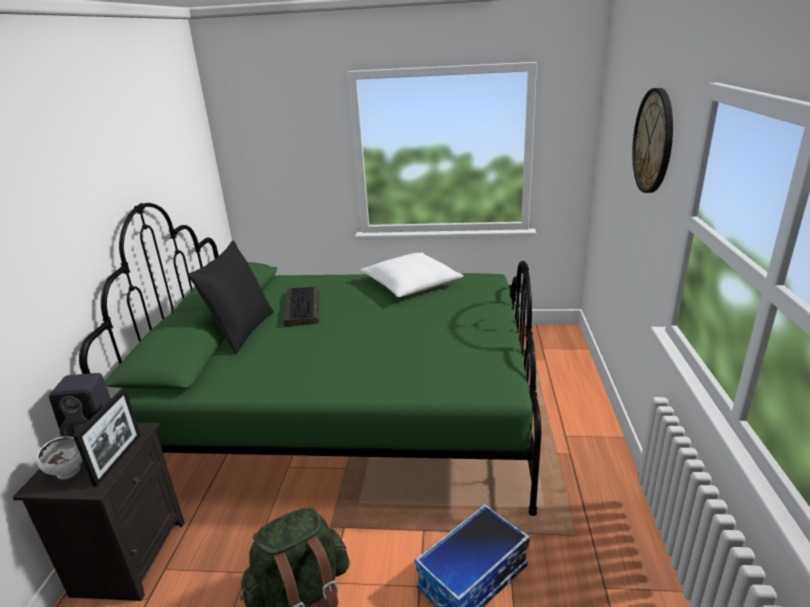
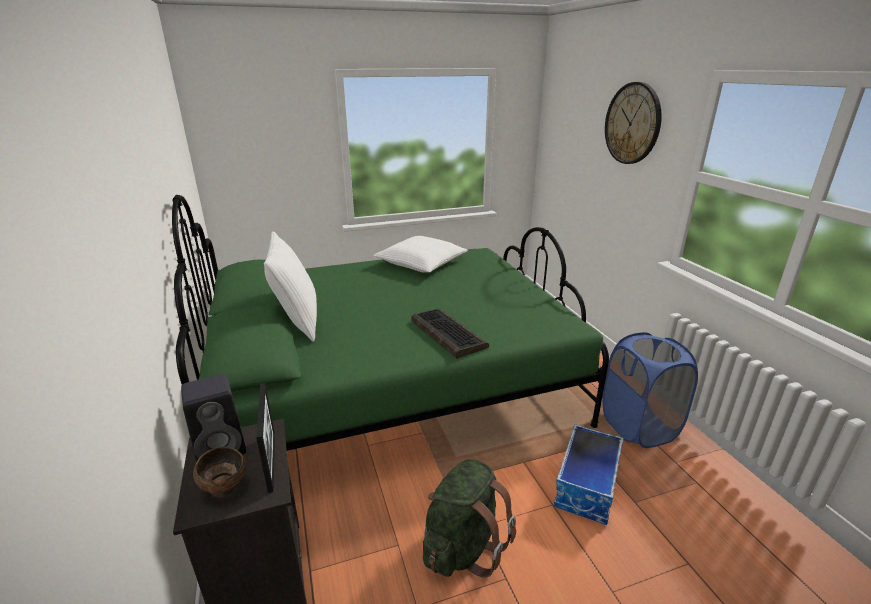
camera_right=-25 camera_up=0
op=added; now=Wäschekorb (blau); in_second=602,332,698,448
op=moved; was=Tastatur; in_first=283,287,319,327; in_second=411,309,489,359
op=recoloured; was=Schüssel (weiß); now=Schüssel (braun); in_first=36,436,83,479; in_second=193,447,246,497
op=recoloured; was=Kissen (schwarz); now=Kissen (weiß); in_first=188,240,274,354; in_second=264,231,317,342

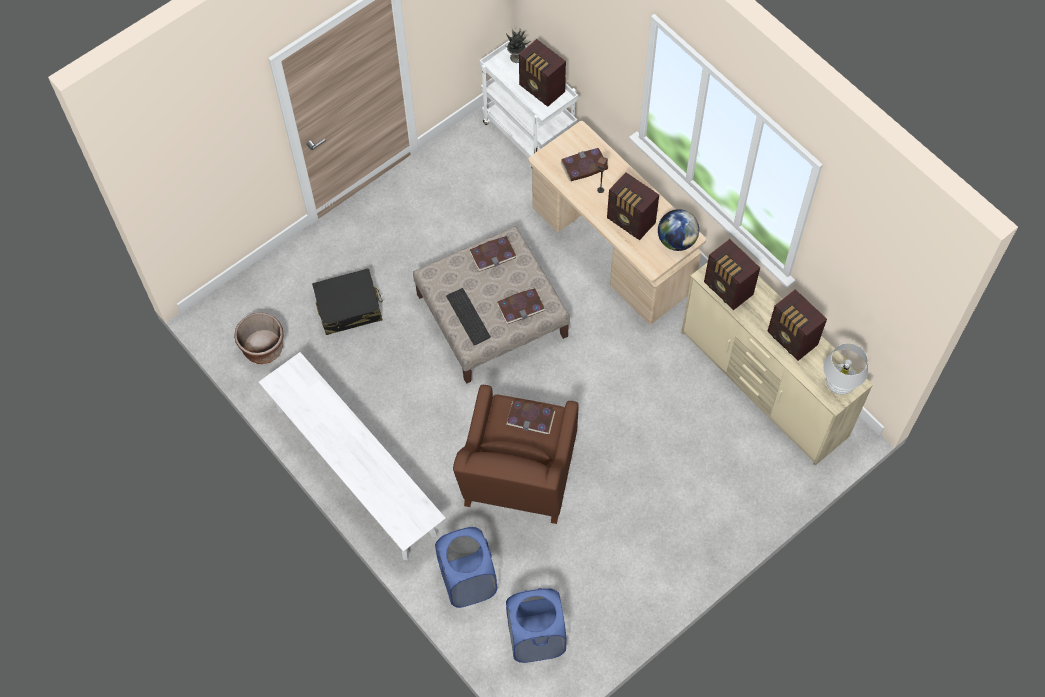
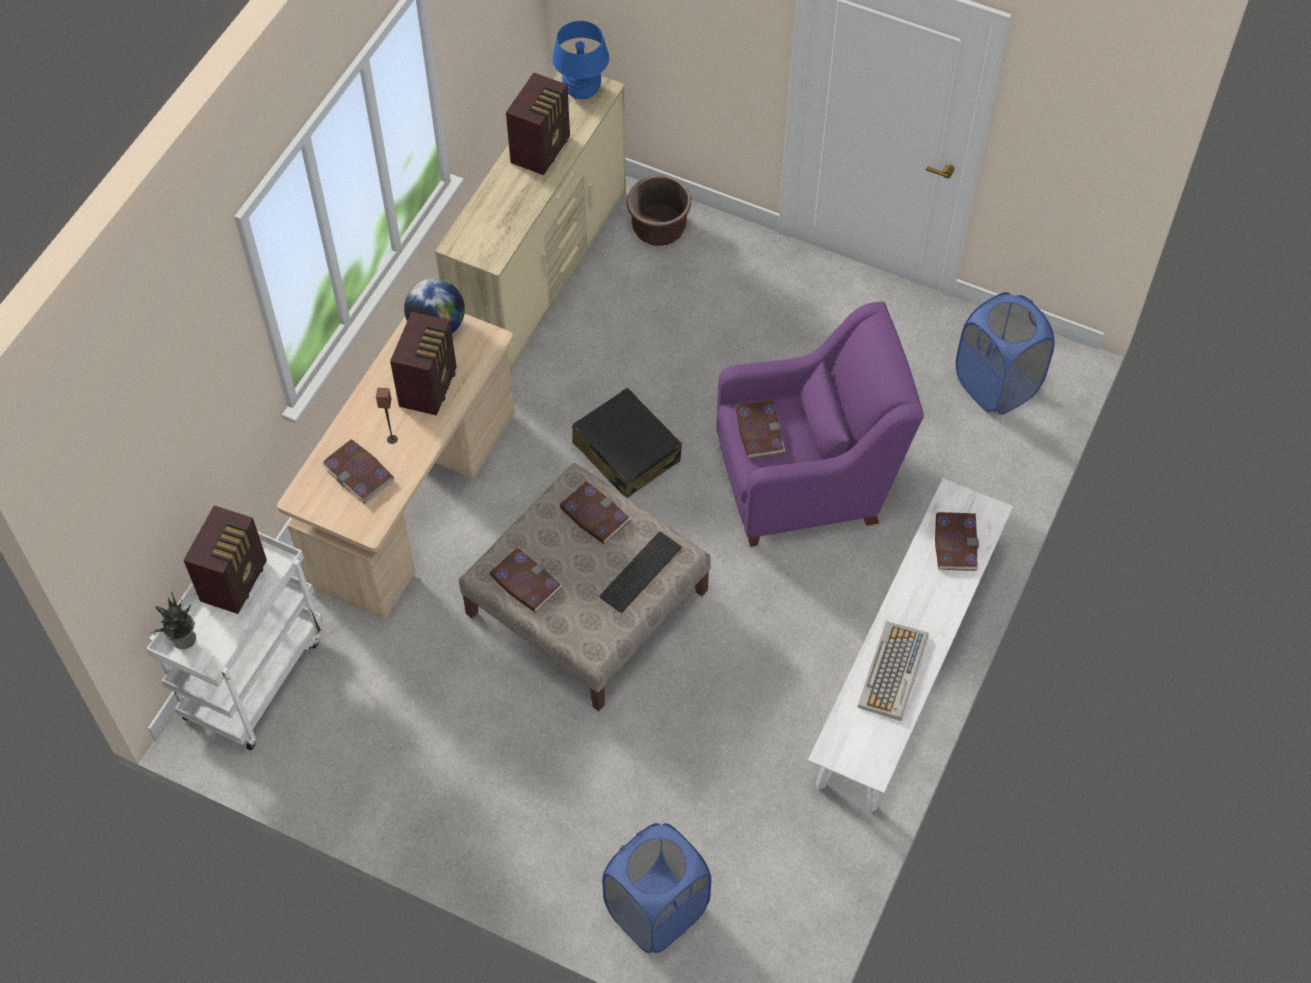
camera_right=-115 camera_up=-5
op=removed; was=Radio; in_first=704,239,760,310
op=added; now=Tastatur; in_second=858,621,929,721
op=added; now=Buch; in_second=935,512,979,571
op=moved; was=Pflanzkübel (braun); in_first=234,313,284,364; in_second=627,175,691,246
op=moved; was=Koffer (schwarz); in_first=312,268,383,335; in_second=572,388,682,498
op=moved; was=Wäschekorb (blau); in_first=435,527,497,608; in_second=602,823,711,953
op=recoloured; was=Sessel (braun); now=Sessel (lila); in_first=453,385,579,524; in_second=716,301,924,547
op=recoloured; was=Tischlampe (weiß); now=Tischlampe (blau); in_first=823,343,868,395; in_second=552,21,609,99

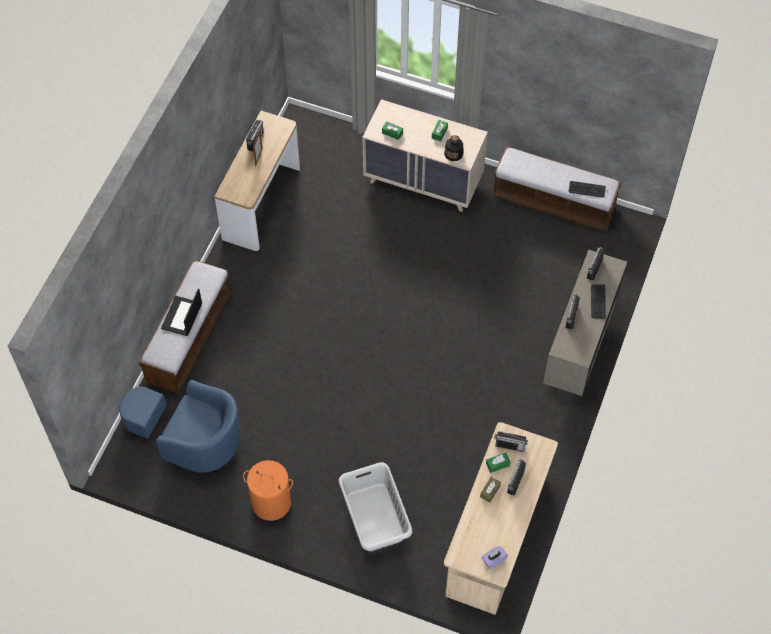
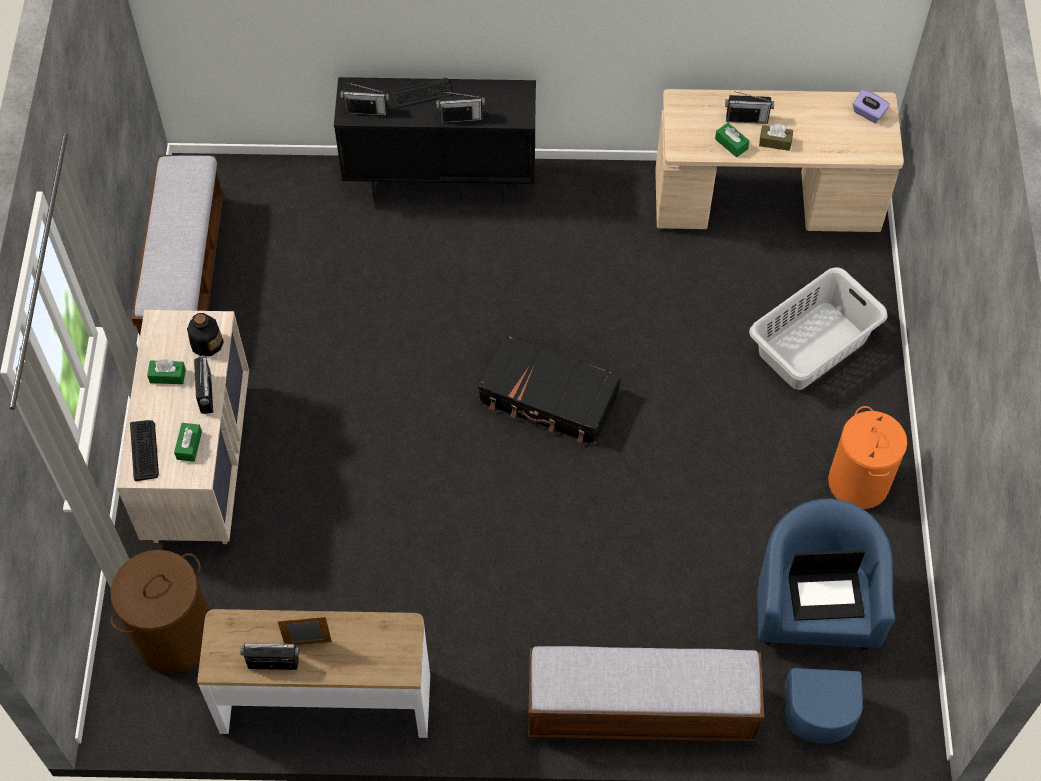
camera_right=-110 camera_up=0
op=added; now=Wäschekorb (braun); in_second=110,550,209,674
op=added; now=Koffer (schwarz); in_second=478,333,621,445
op=moved; was=Laptop; in_first=161,289,202,336; in_second=788,550,865,621
op=moved; was=Radio; in_first=494,431,528,452; in_second=194,356,213,414
op=moved; was=Tastatur; in_first=569,181,606,197; in_second=130,420,159,481
op=recoloured; was=Schrank (beige); now=Schrank (schwarz); in_first=543,250,627,396; in_second=334,77,536,205

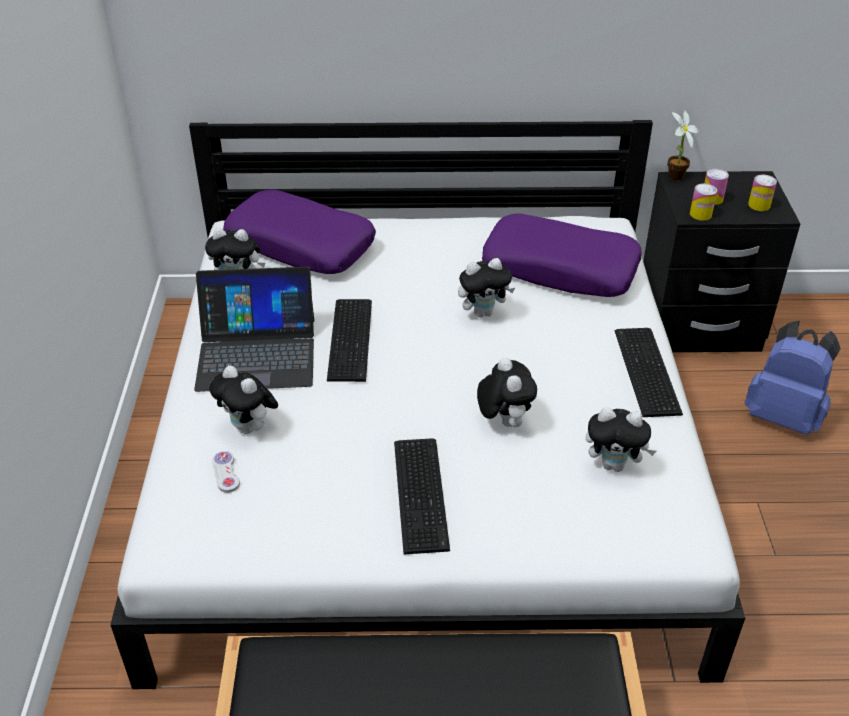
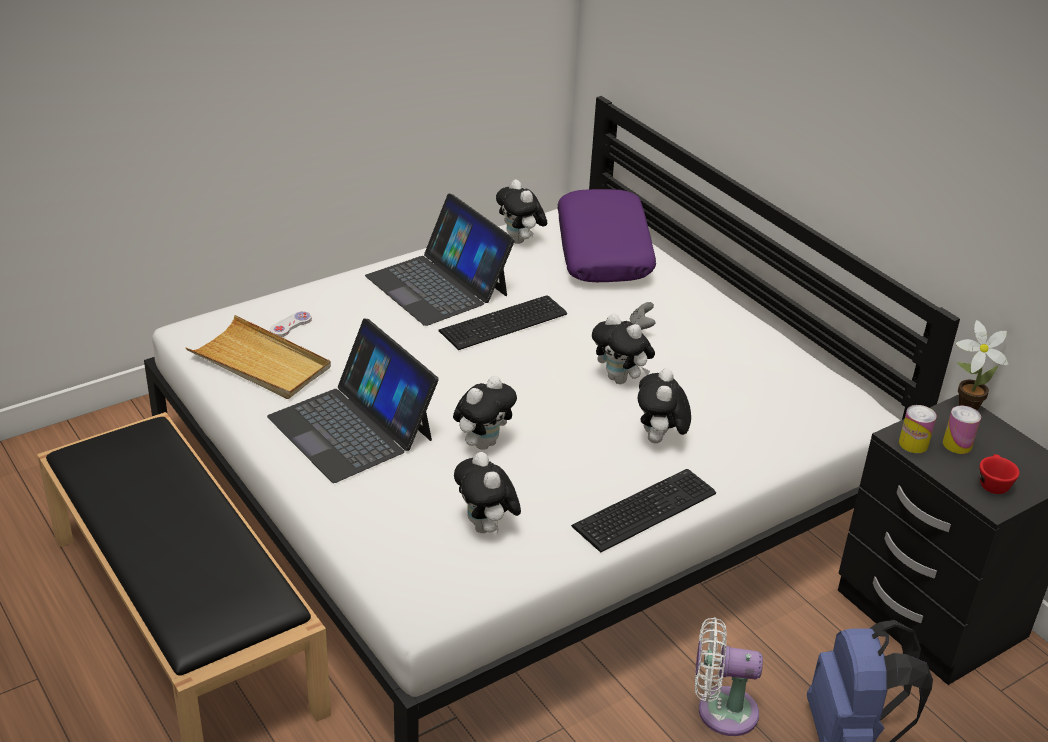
camera_right=55 camera_up=-5
op=removed; was=Kissen (lila); in_first=482,213,642,297
op=added; now=Tablett (beige); in_second=186,315,331,399
op=added; now=Gamepad (grau); in_second=630,302,656,330
op=added; now=Ventilator (weiß); in_second=695,617,763,736
op=moved; was=Plüschtier; in_first=209,366,278,434; in_second=638,368,691,443
op=replaced; was=Tastatur; now=Laptop; in_first=394,438,450,554; in_second=267,318,439,483
op=replaced; was=Dose; now=Tasse (rot); in_first=748,175,777,211; in_second=980,454,1020,494

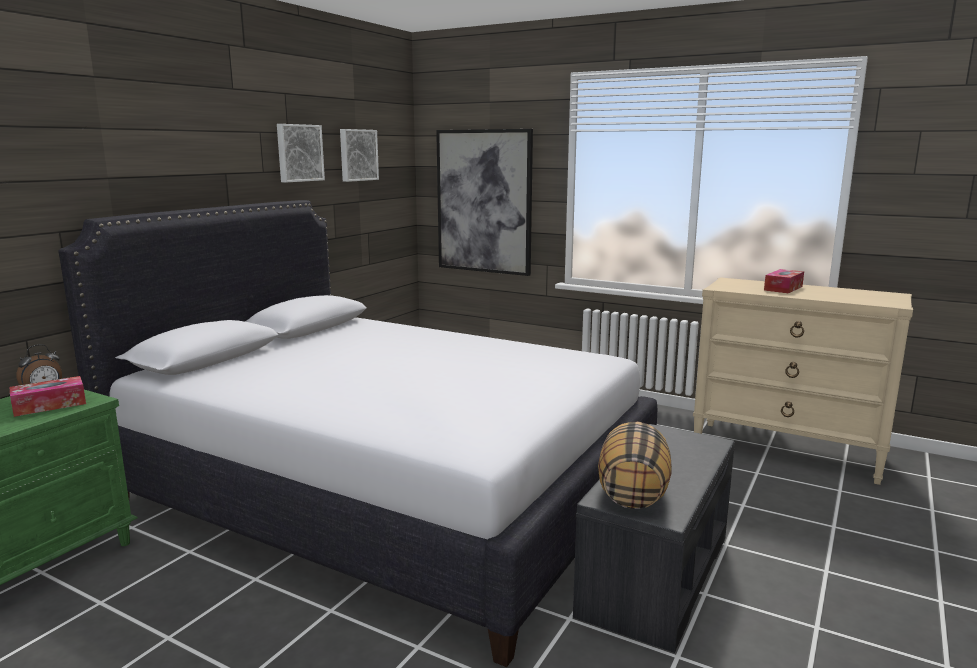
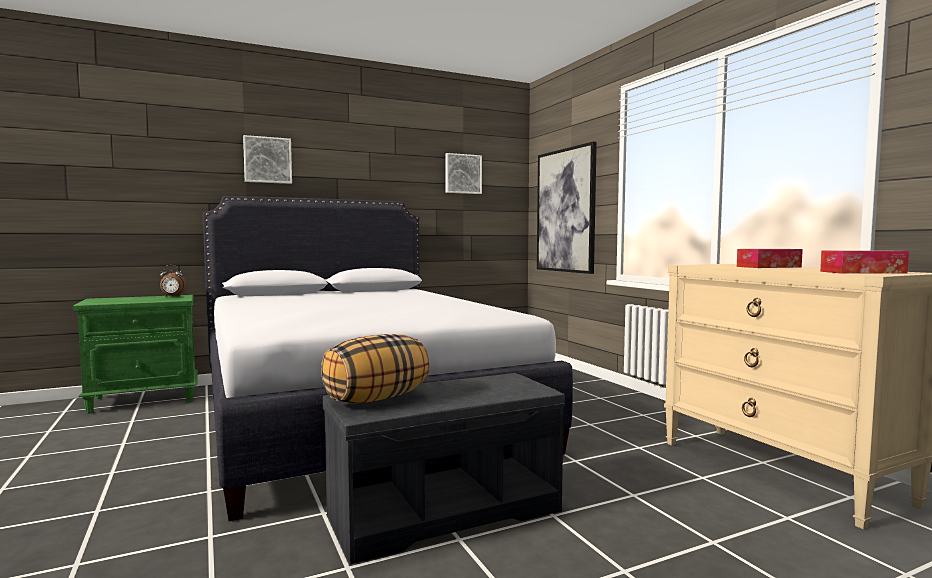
camera_right=35 camera_up=-10
op=moved; was=Taschentuchbox; in_first=9,376,86,417; in_second=820,250,909,274
op=moved; was=Bild; in_first=277,124,325,182; in_second=243,135,292,184

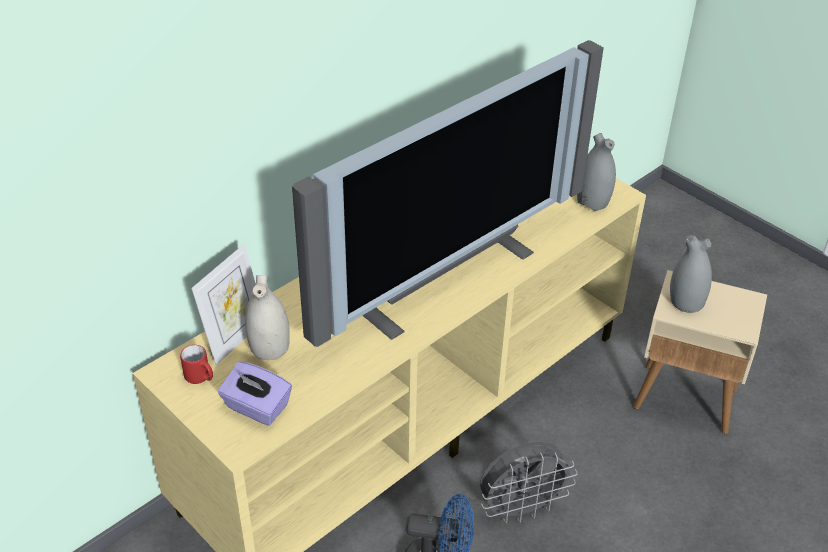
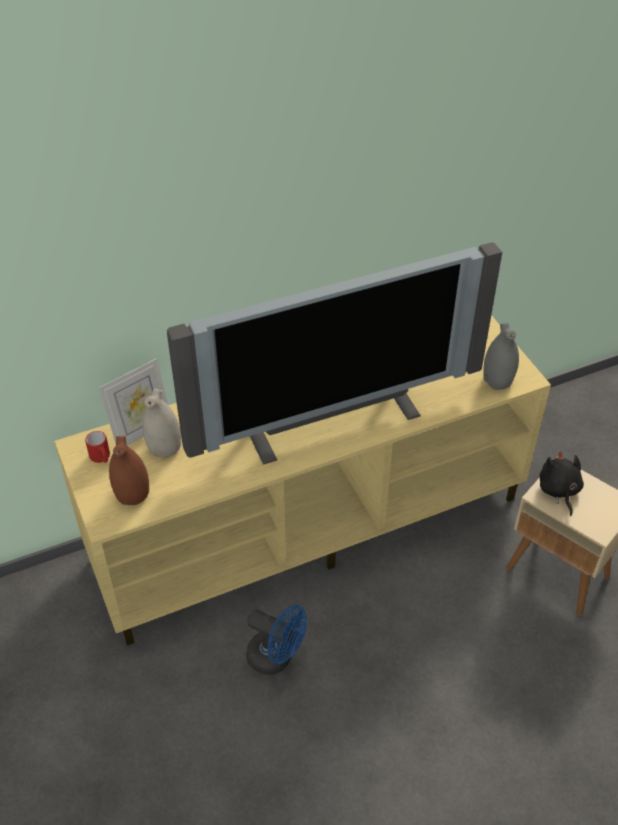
camera_right=20 camera_up=5
op=removed; was=Ventilator (grau); in_first=480,442,578,523
op=replaced; was=Taschentuchbox (lila); now=Vase (braun); in_first=218,361,292,426; in_second=109,436,149,505
op=replaced; was=Vase (grau); now=Plüschtier (schwarz); in_first=670,235,712,313; in_second=540,451,584,516

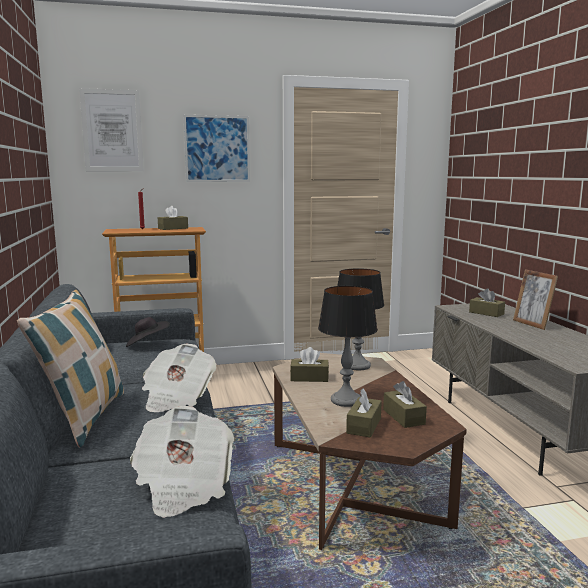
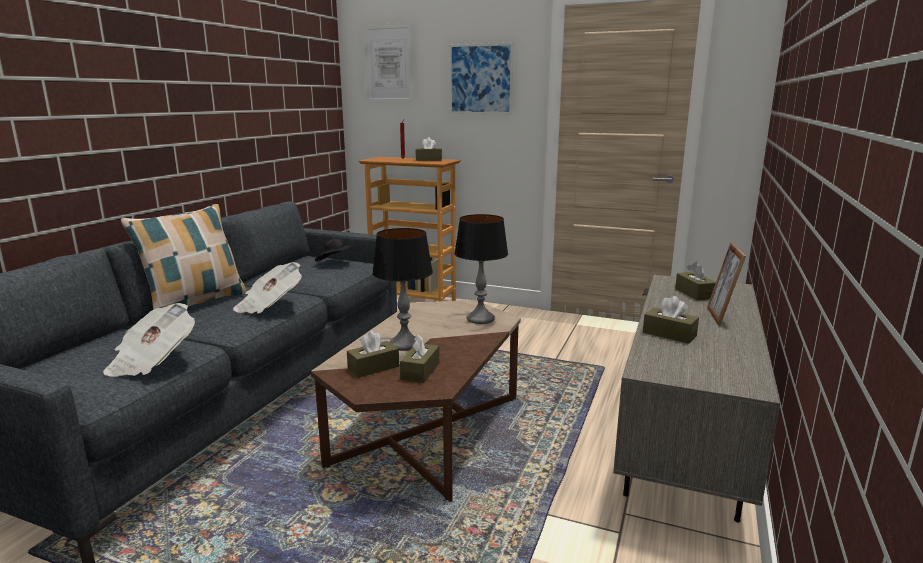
camera_right=35 camera_up=5
op=moved; was=Taschentuchbox (braun); in_first=290,347,329,382; in_second=643,296,699,344

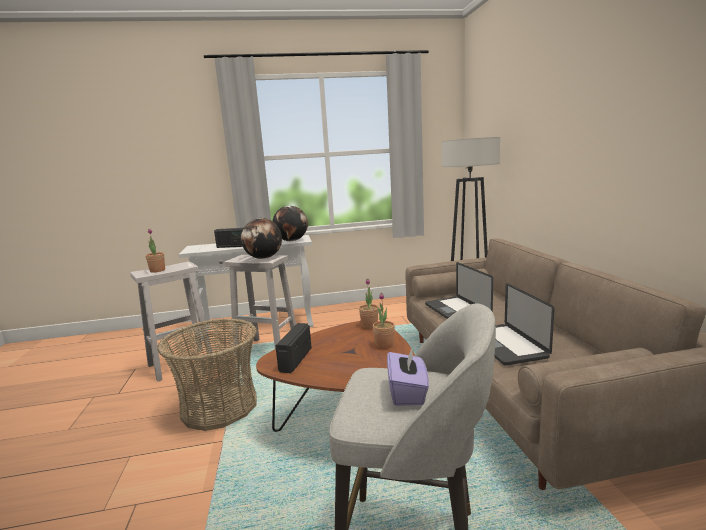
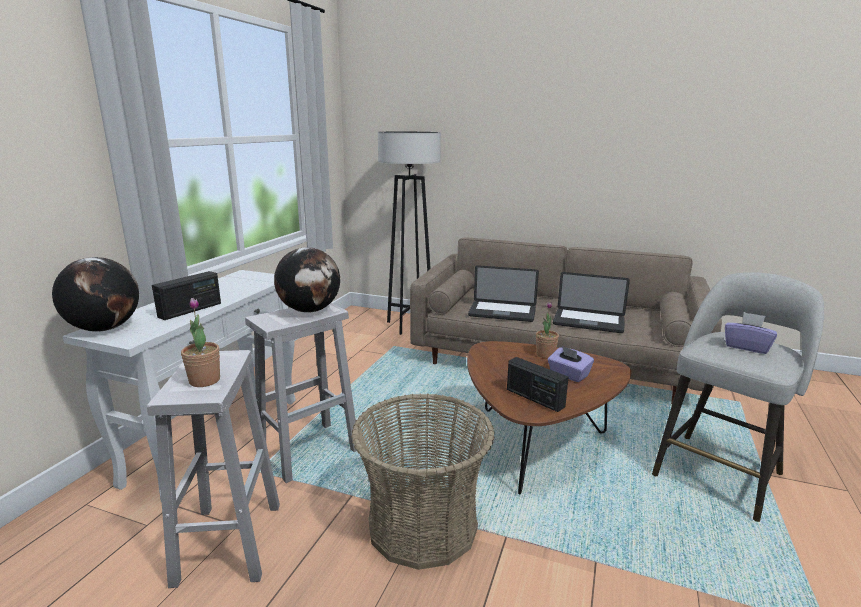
camera_right=-60 camera_up=5
op=removed; was=Topfpflanze; in_first=359,279,378,329
op=added; now=Taschentuchbox (lila); in_second=548,346,594,382
op=moved; was=Globus; in_first=273,206,308,241; in_second=52,257,139,332

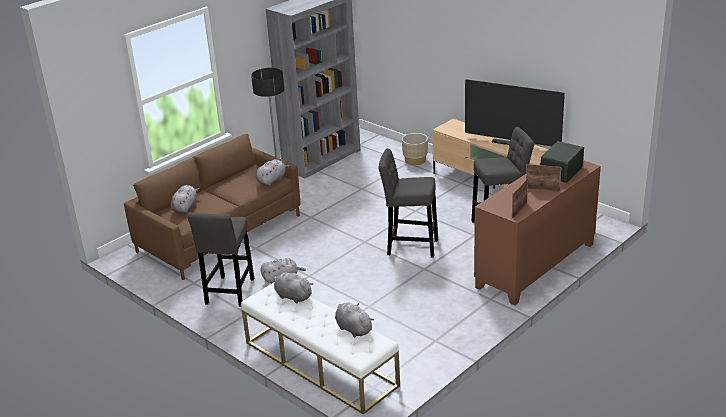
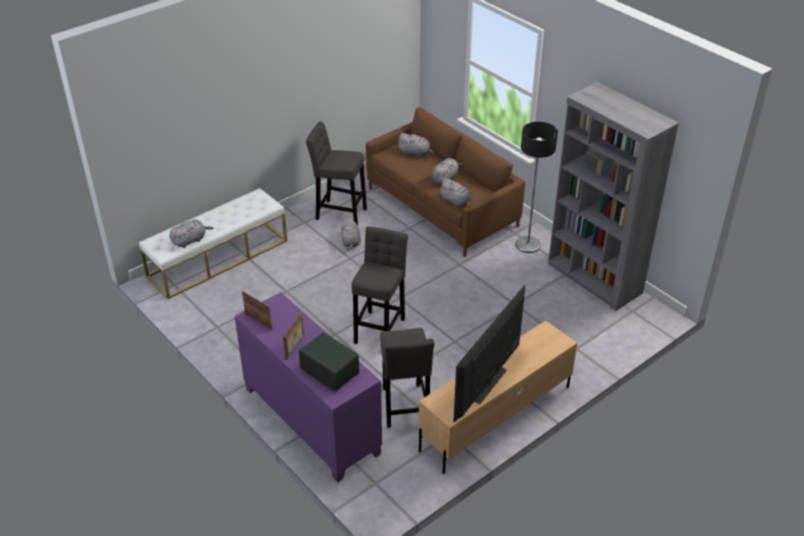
camera_right=95 camera_up=10
op=removed; was=Pflanzkübel (beige); in_first=402,133,428,165
op=moved; was=Plüschtier (grau); in_first=274,271,313,304; in_second=431,158,463,184
op=recoloured; was=Schrank (braun); now=Schrank (lila); in_first=474,160,601,306; in_second=234,292,382,483

